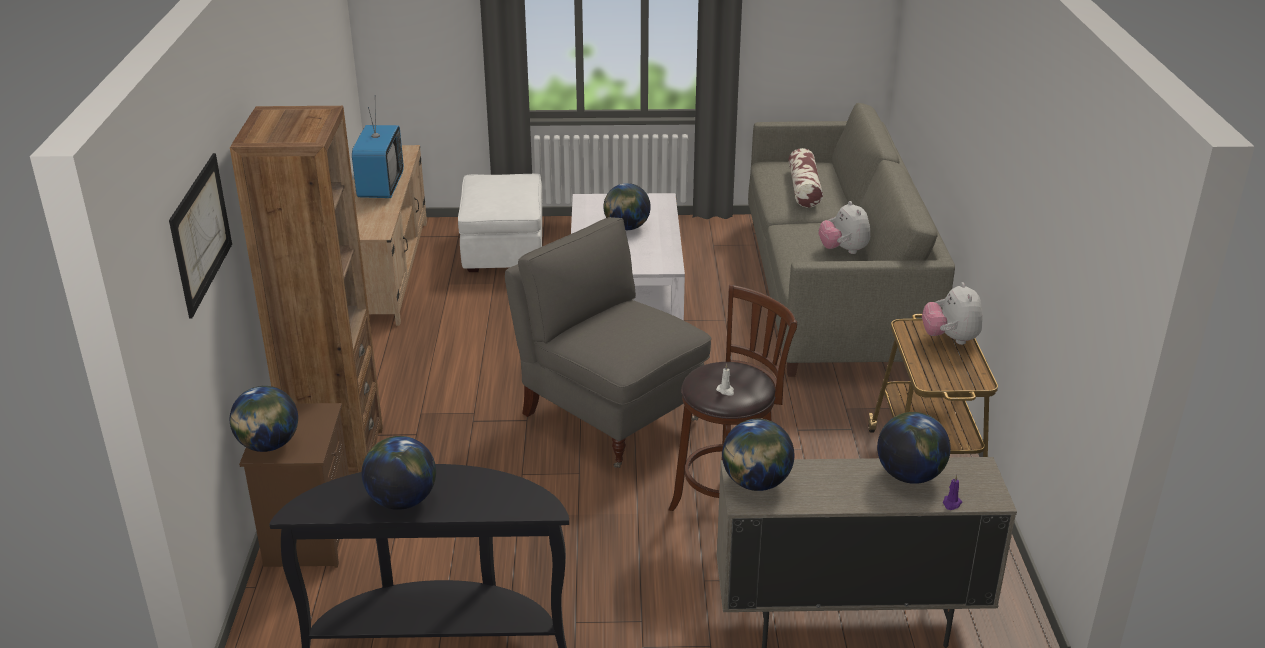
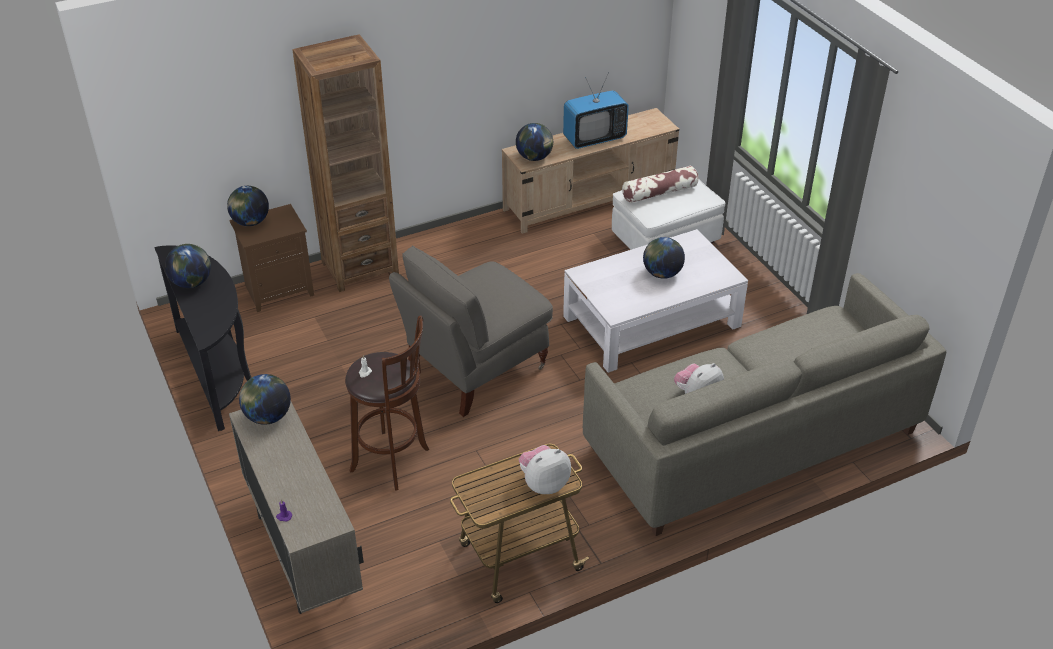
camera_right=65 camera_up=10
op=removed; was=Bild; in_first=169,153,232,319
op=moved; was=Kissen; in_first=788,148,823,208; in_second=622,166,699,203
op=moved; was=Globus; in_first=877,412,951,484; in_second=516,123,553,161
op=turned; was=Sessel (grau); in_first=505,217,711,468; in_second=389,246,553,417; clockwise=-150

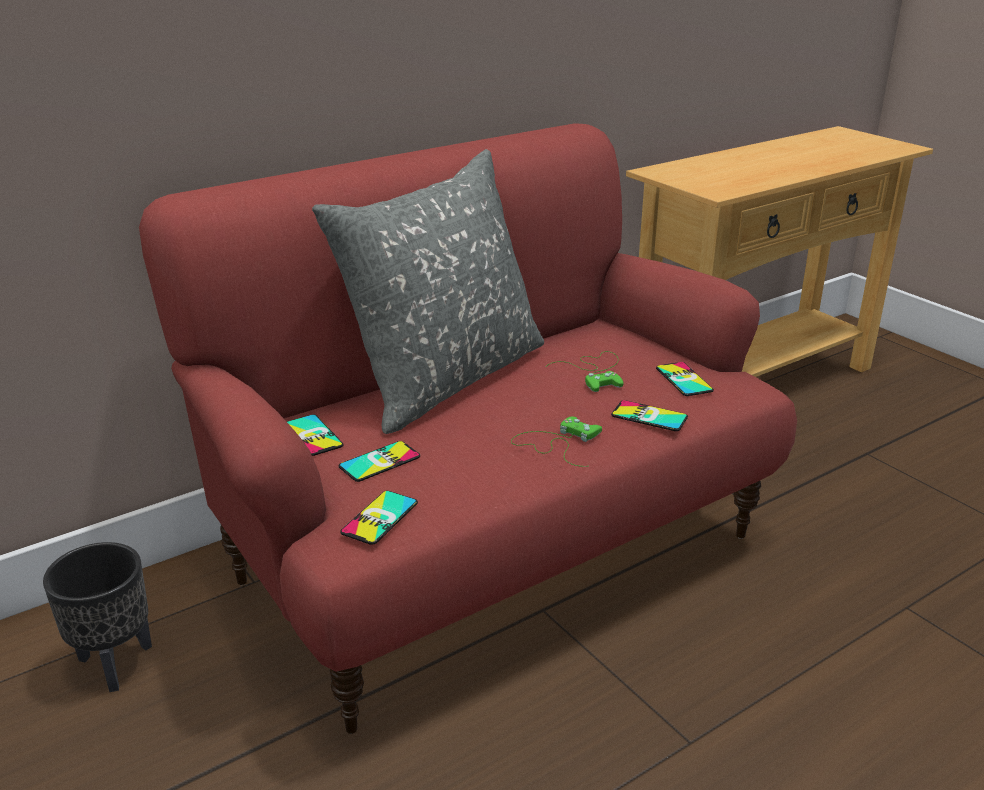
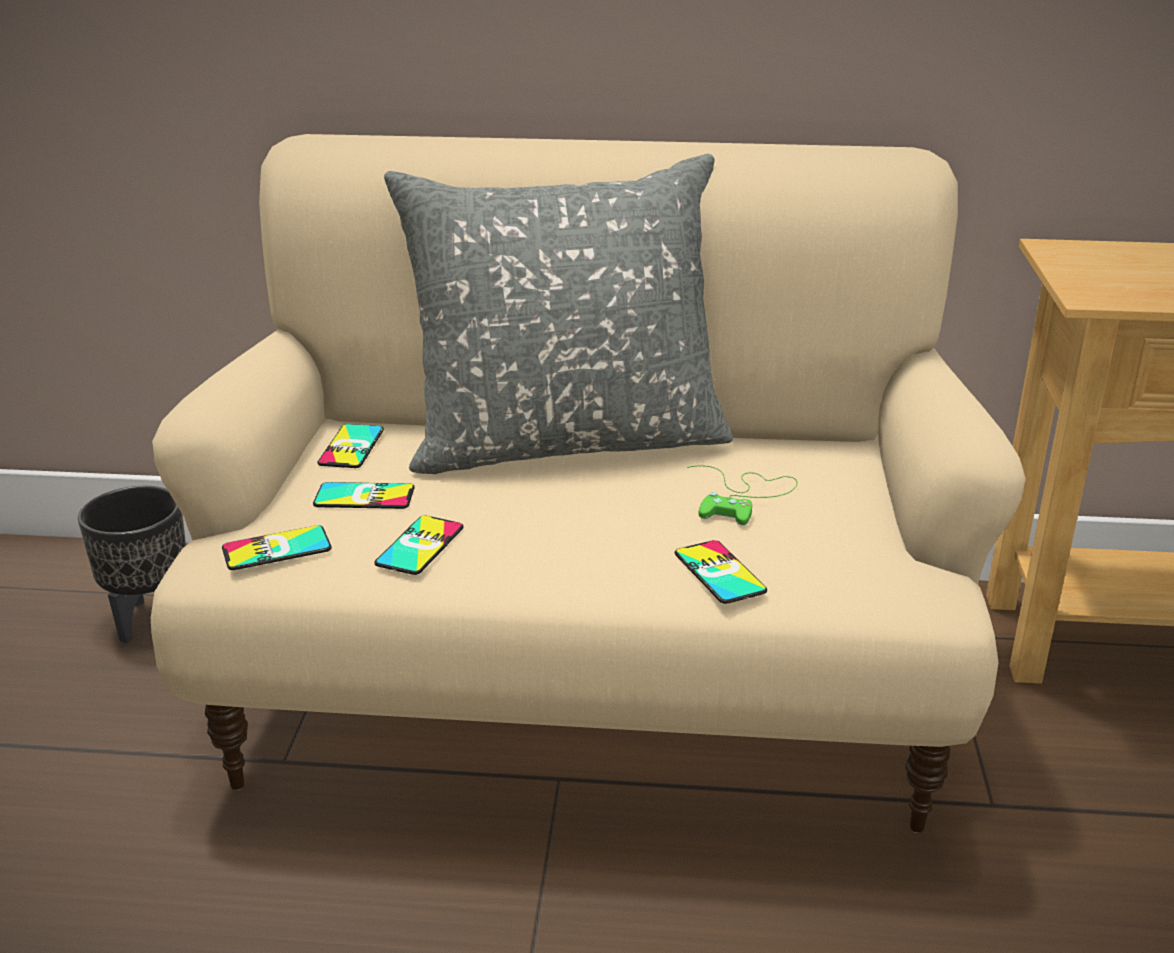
camera_right=40 camera_up=0
op=removed; was=Gamepad (grün); in_first=511,416,602,467
op=moved; was=Handy; in_first=656,362,714,396; in_second=374,515,464,575
op=recoloured; was=Sofa (rot); now=Sofa (beige); in_first=139,123,797,734; in_second=151,134,1026,833

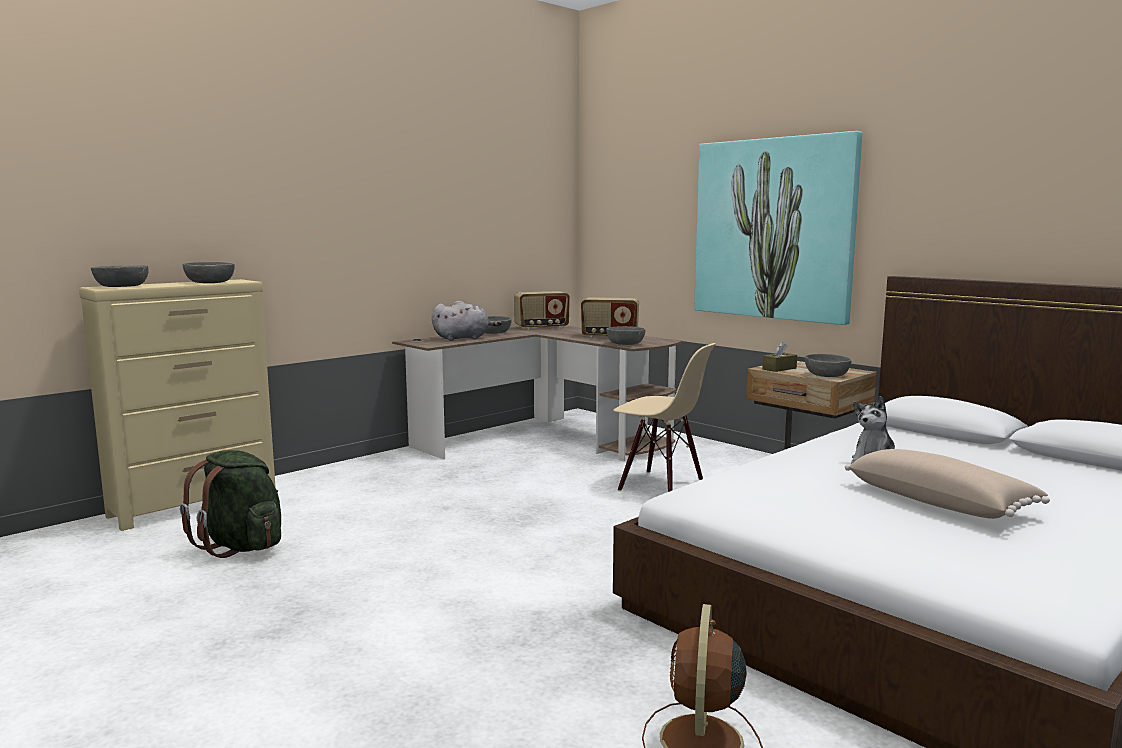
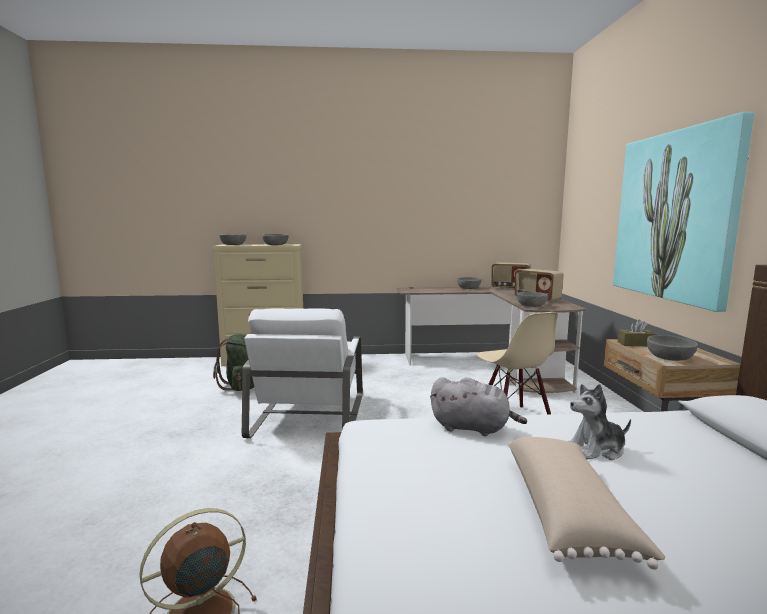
camera_right=40 camera_up=0
op=added; now=Sessel (weiß); in_second=242,309,363,438
op=moved; was=Plüschtier (grau); in_first=432,301,502,341; in_second=430,377,527,436

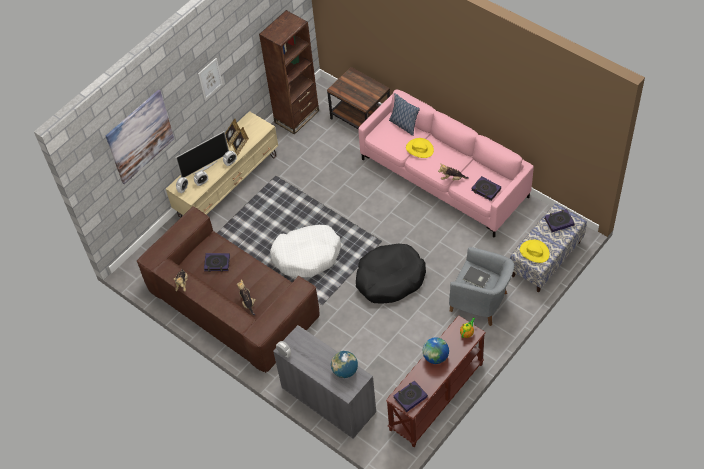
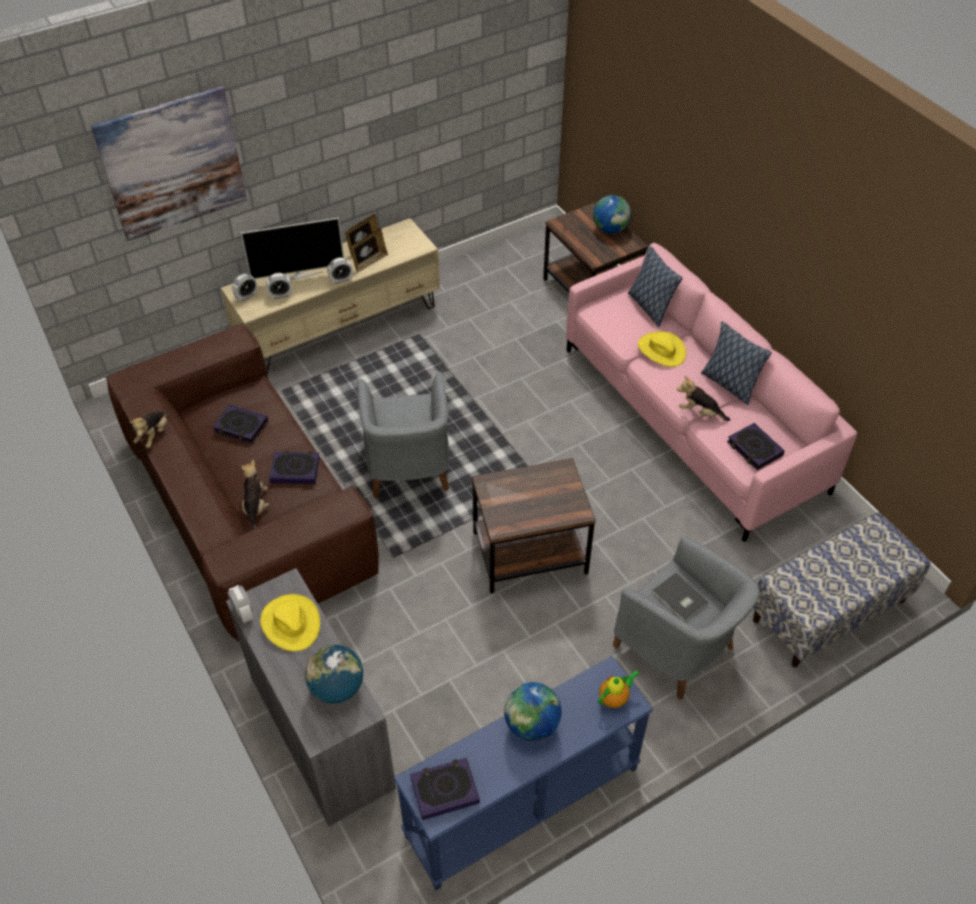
camera_right=15 camera_up=-5
op=removed; was=Bild; in_first=198,58,222,100
op=removed; was=Bücherregal (braun); in_first=259,10,319,135
op=added; now=Globus; in_second=593,195,631,234
op=added; now=Kissen; in_second=701,321,772,405
op=moved; was=Hut (gelb); in_first=520,240,550,263; in_second=260,594,320,651
op=moved; was=Buch; in_first=544,209,575,232; in_second=269,451,320,484
op=replaced; was=Hundebett (weiß); now=Sessel (grau); in_first=270,225,341,278; in_second=357,372,449,498
op=replaced; was=Hundebett (schwarz); now=Beistelltisch (braun); in_first=356,243,426,304; in_second=472,458,596,593
op=recoloured; was=Konsolentisch (braun); now=Konsolentisch (blau); in_first=386,315,486,447; in_second=394,656,653,890

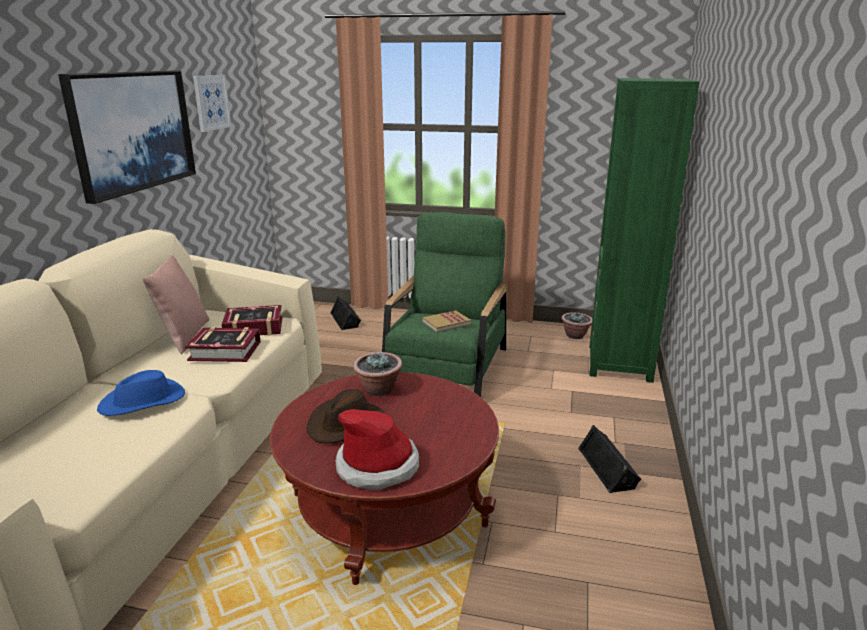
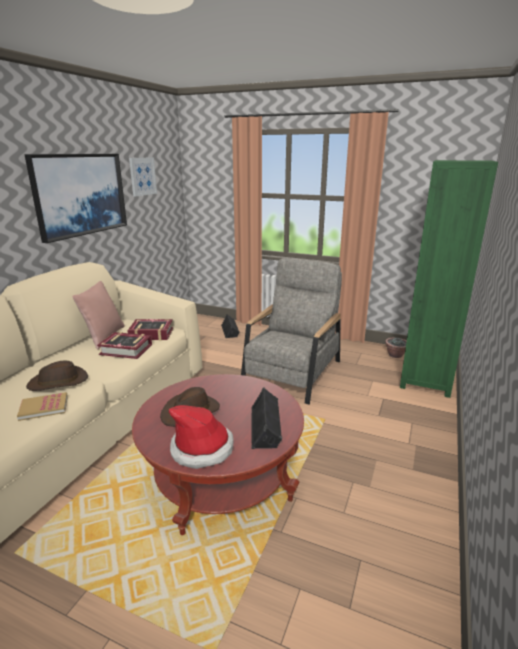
camera_right=10 camera_up=0
op=removed; was=Topfpflanze; in_first=353,352,402,396
op=moved; was=Buch; in_first=422,310,471,332; in_second=17,392,68,421
op=moved; was=Lautsprecher (schwarz); in_first=578,425,641,493; in_second=251,387,282,449
op=recoloured; was=Hut (blau); now=Hut (braun); in_first=97,370,185,416; in_second=26,360,88,391
op=recoloured; was=Sessel (grün); now=Sessel (grau); in_first=382,212,506,397; in_second=241,258,342,405

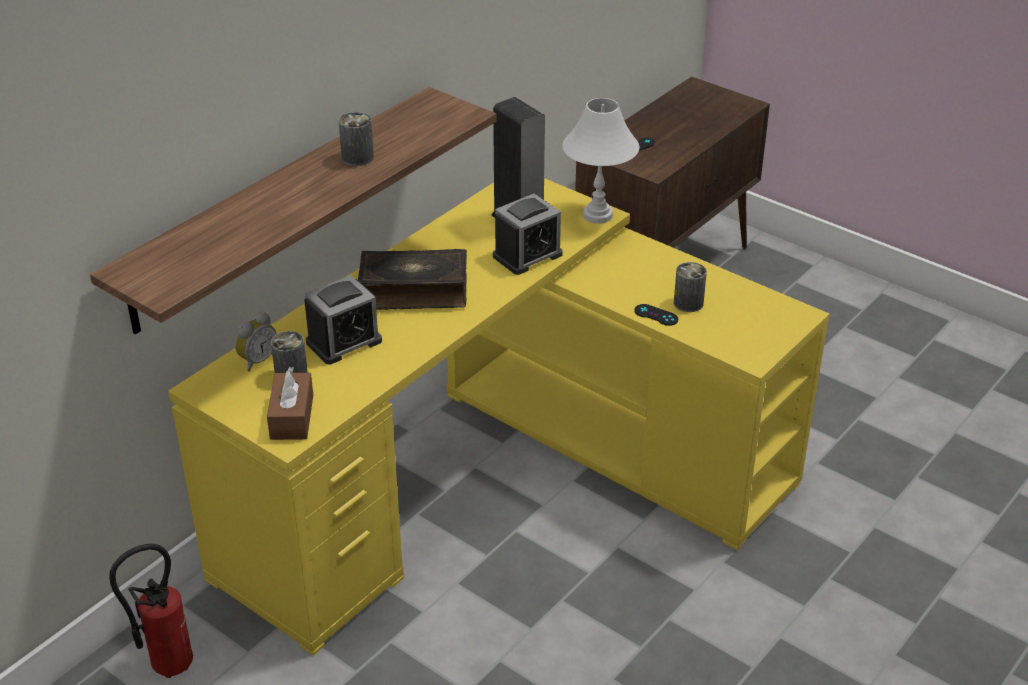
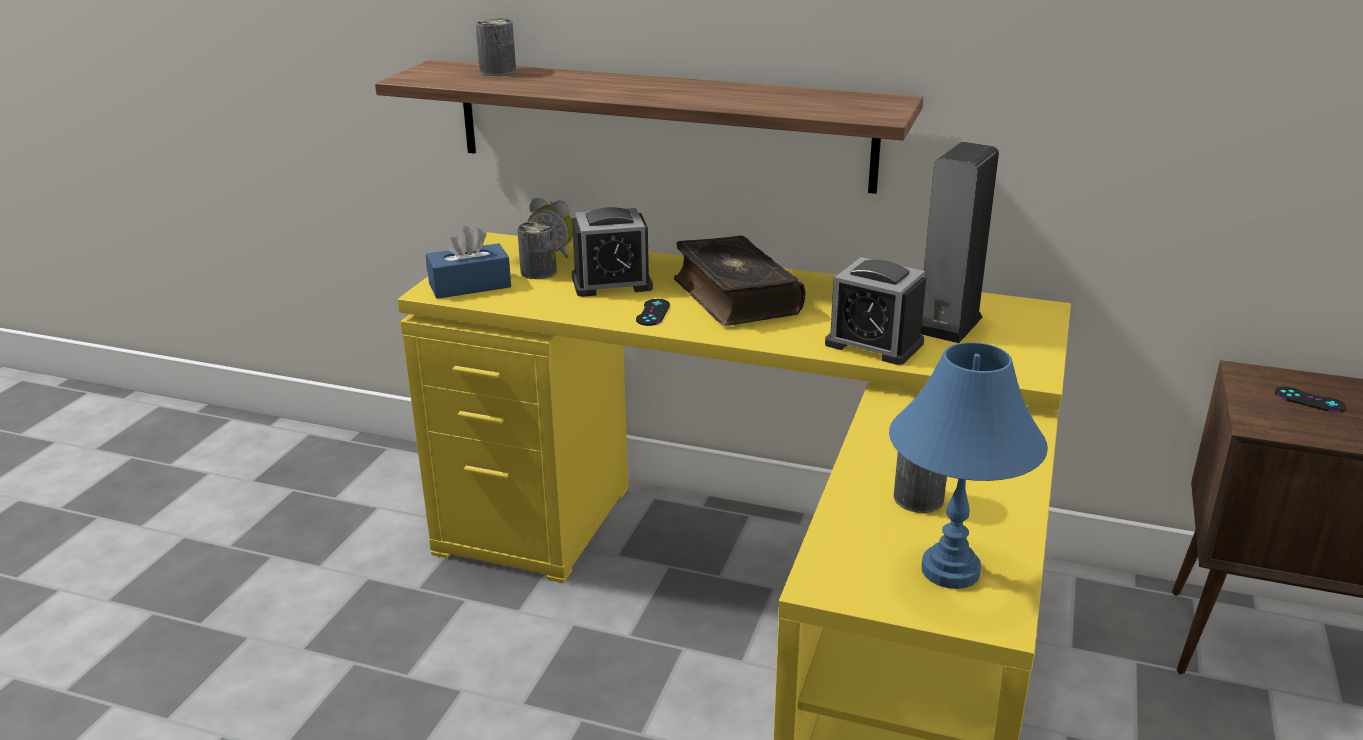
camera_right=70 camera_up=-10
op=removed; was=Feuerlöscher; in_first=109,544,193,678
op=removed; was=Tischlampe (weiß); in_first=562,98,640,224
op=added; now=Tischlampe (blau); in_second=889,342,1048,589
op=moved; was=Dose; in_first=339,112,374,166; in_second=475,18,516,76
op=moved; was=Gamepad (schwarz); in_first=634,304,678,326; in_second=636,299,670,326
op=recoloured; was=Taschentuchbox (braun); now=Taschentuchbox (blau); in_first=267,367,313,440; in_second=426,226,511,299
op=turned; was=Wecker; in_first=304,275,382,364; in_second=572,207,653,297; clockwise=-45

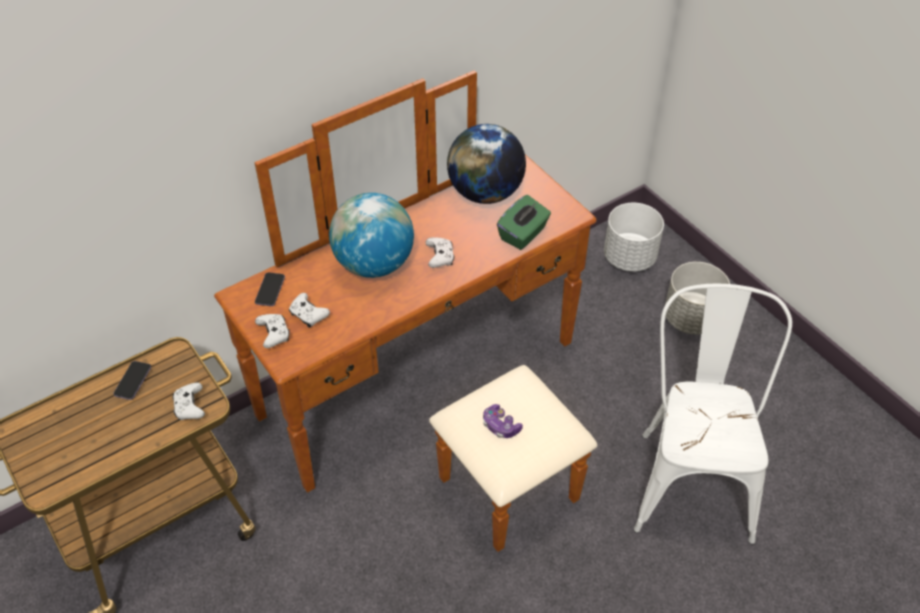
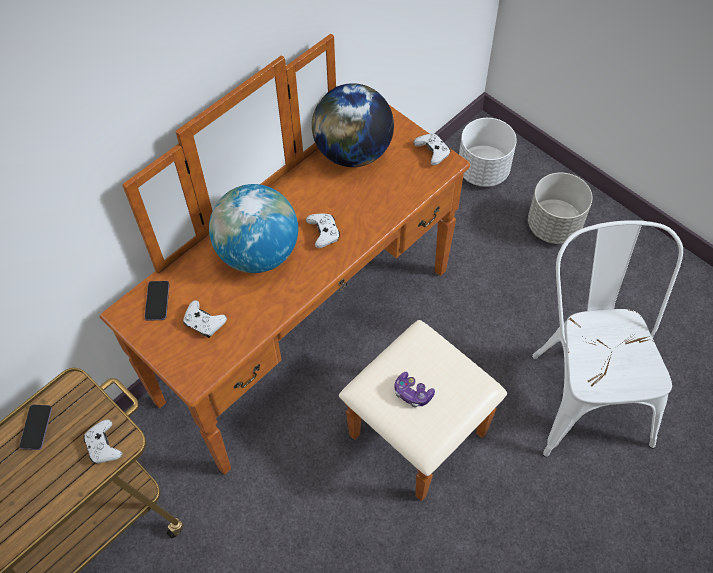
camera_right=-10 camera_up=10
op=removed; was=Taschentuchbox (grün); in_first=497,195,551,250
op=moved; was=Gamepad (weiß); in_first=255,314,290,348; in_second=414,134,451,165

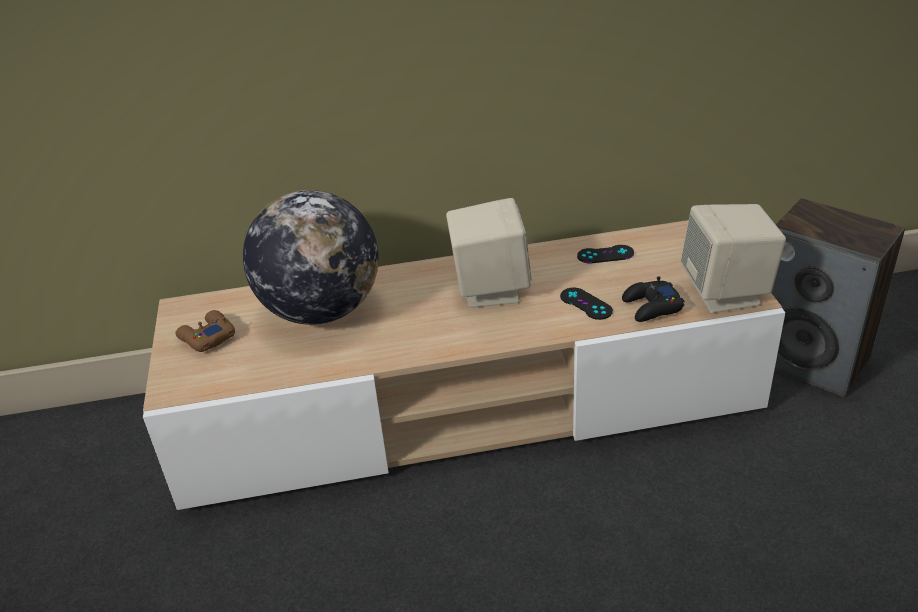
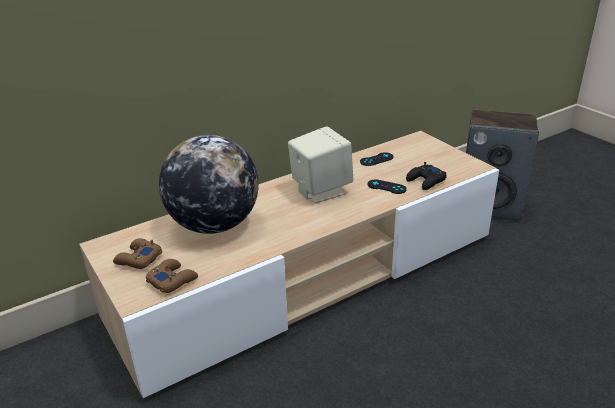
camera_right=-25 camera_up=-5
op=removed; was=Lautsprecher (beige); in_first=681,204,786,313
op=added; now=Gamepad (braun); in_second=145,259,198,293

